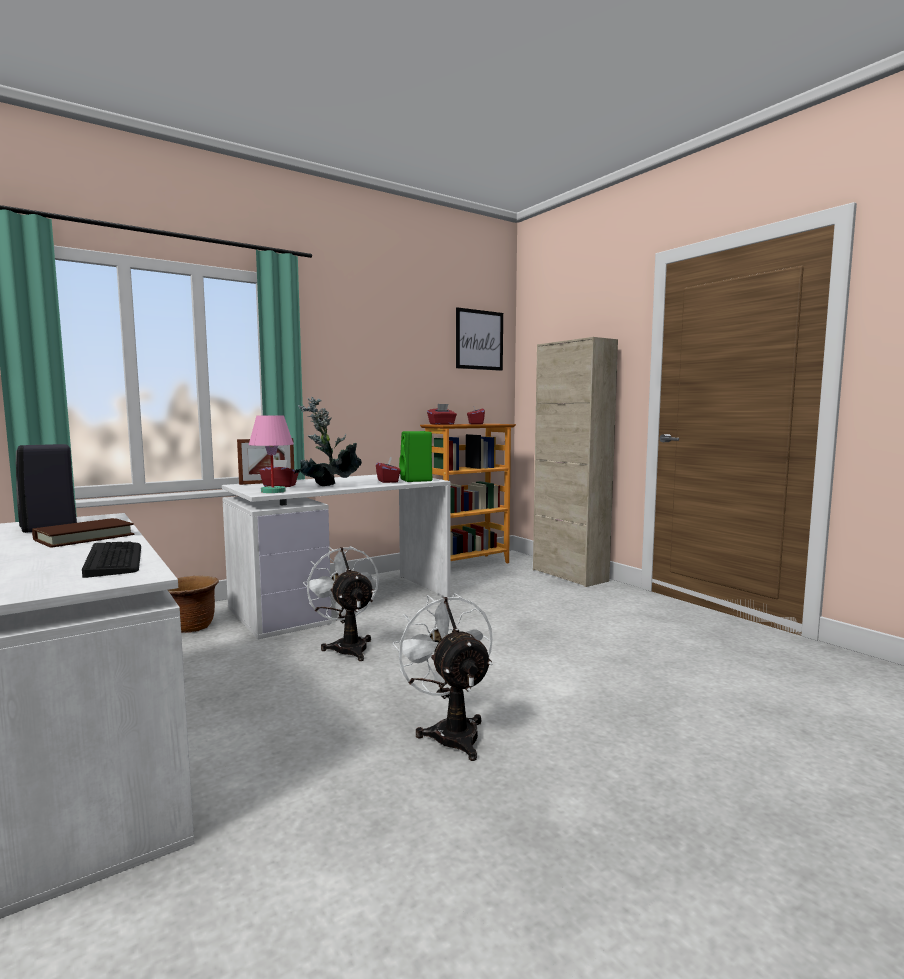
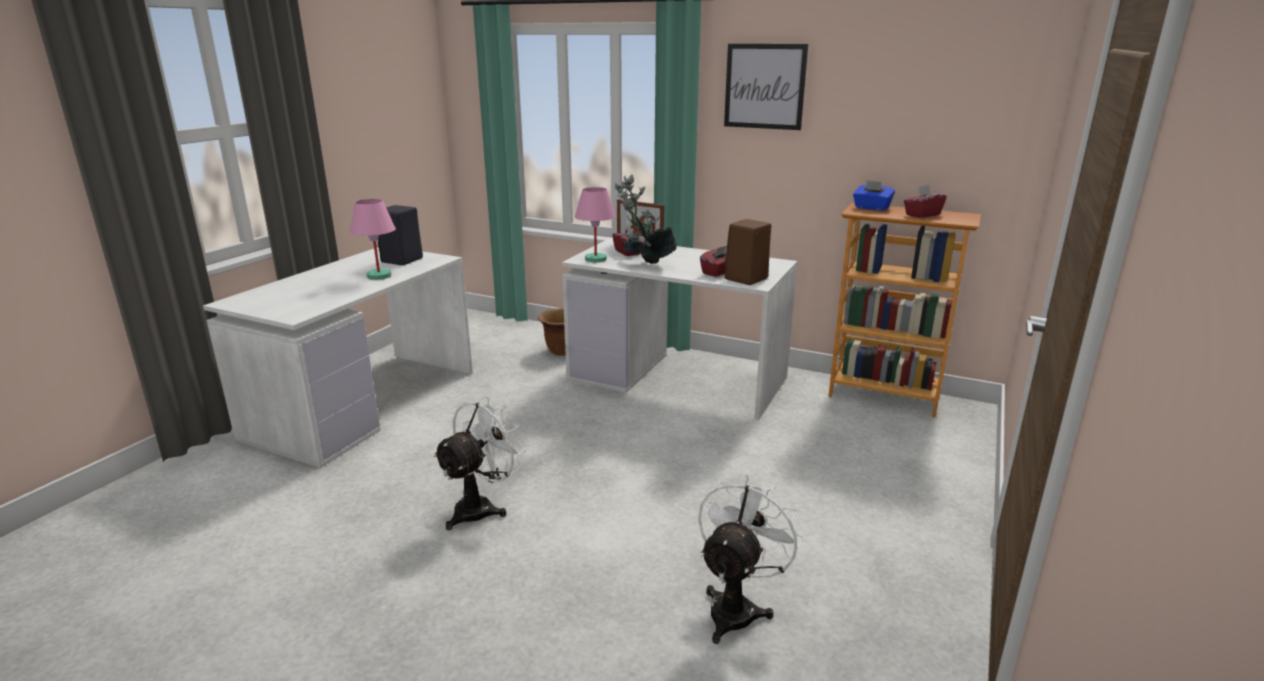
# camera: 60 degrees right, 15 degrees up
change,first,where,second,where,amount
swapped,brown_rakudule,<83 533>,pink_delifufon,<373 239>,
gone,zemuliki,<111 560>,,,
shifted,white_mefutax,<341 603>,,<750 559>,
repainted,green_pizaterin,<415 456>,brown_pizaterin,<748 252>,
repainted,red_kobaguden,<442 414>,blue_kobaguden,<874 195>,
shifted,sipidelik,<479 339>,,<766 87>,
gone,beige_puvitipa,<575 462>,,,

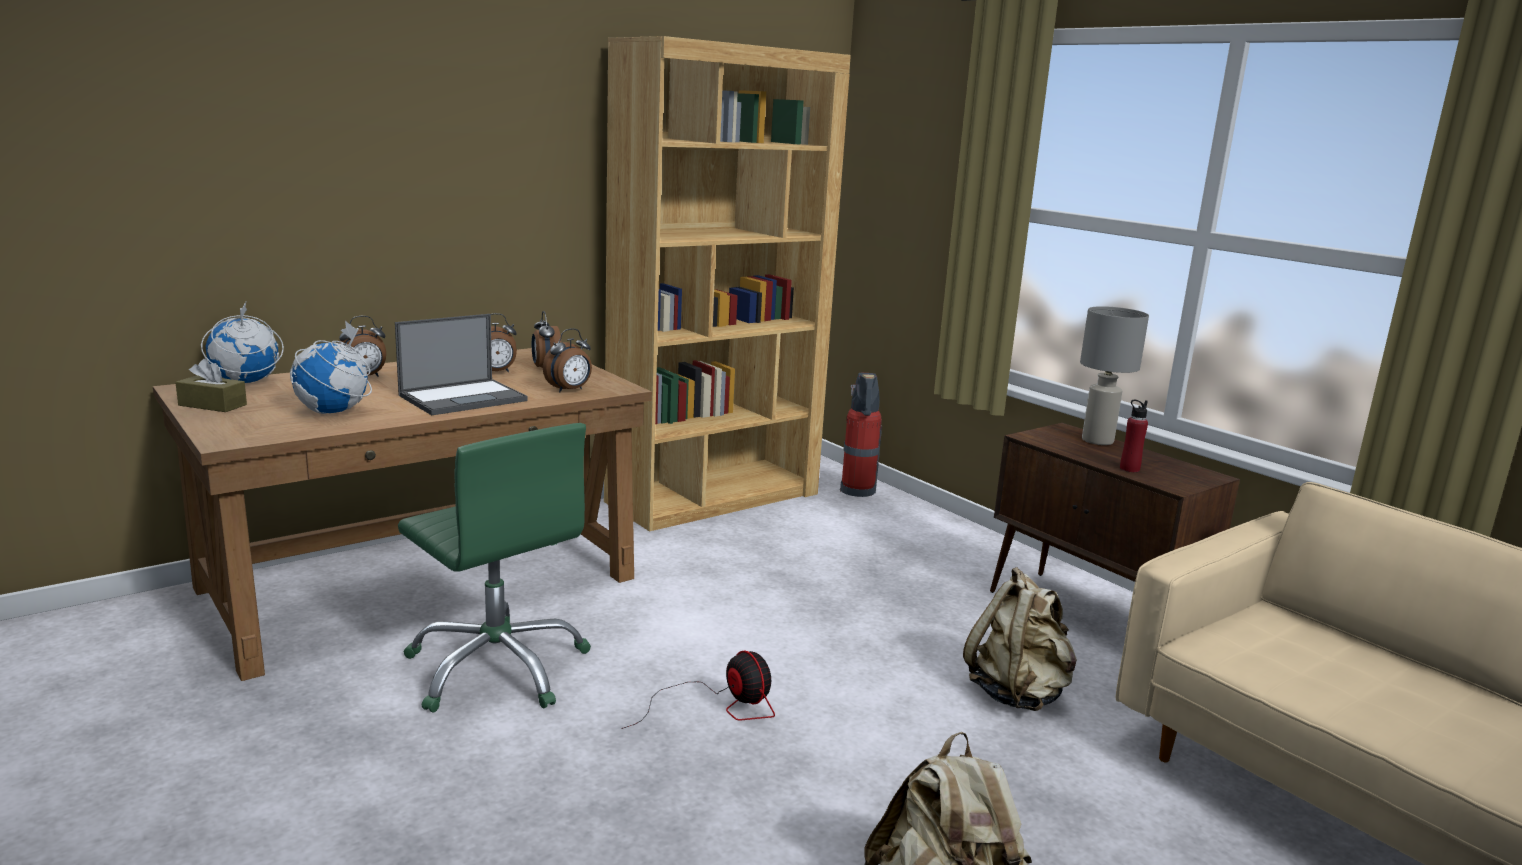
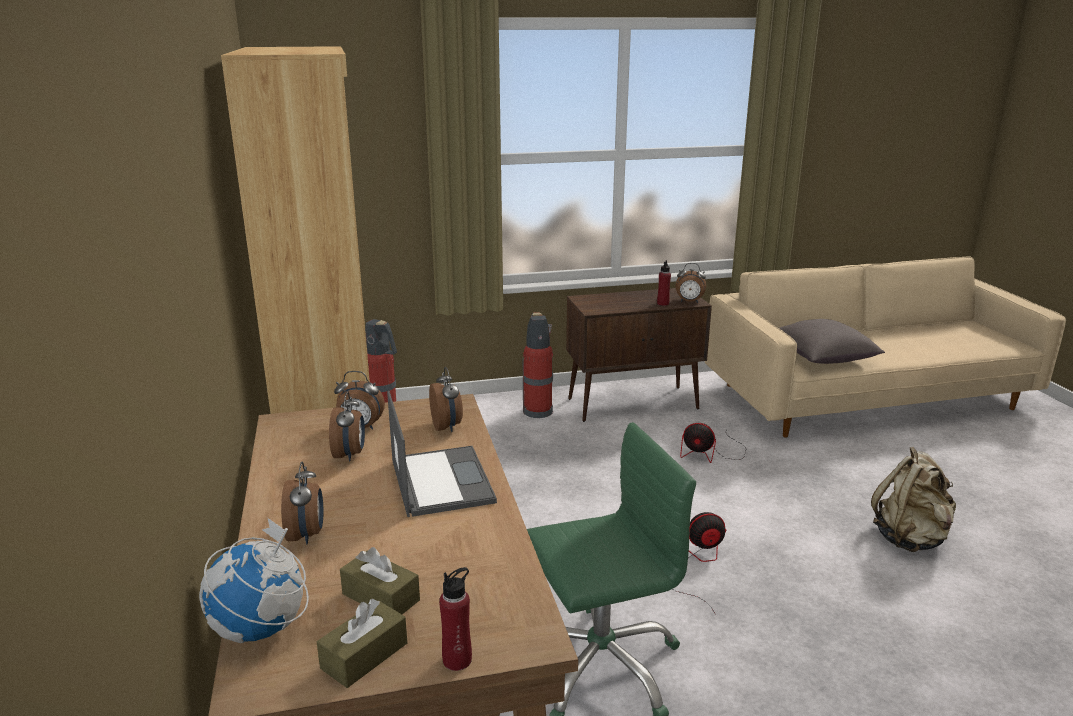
# camera: 65 degrees left, 5 degrees up
change,first,where,second,where,amount
gone,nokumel,<331 367>,,,
swapped,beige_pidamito,<1020 639>,mefutax,<713 443>,
gone,grey_delifufon,<1114 375>,,,
new,,,brown_kobaguden,<380 580>,
new,,,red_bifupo,<455 619>,
new,,,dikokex,<537 365>,
new,,,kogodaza,<691 283>,
new,,,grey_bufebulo,<832 341>,

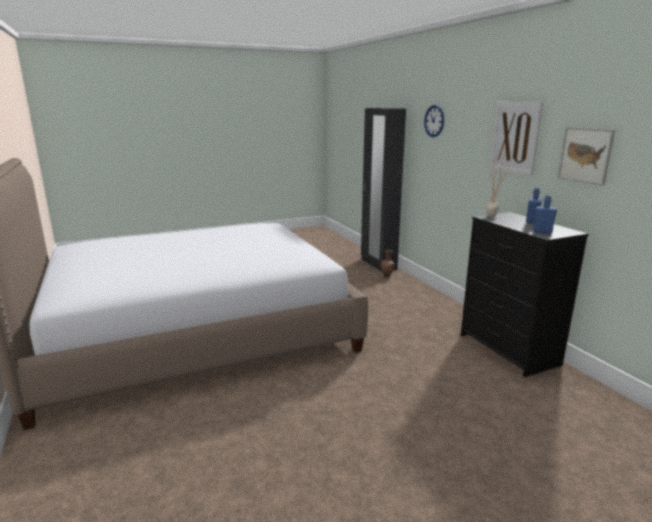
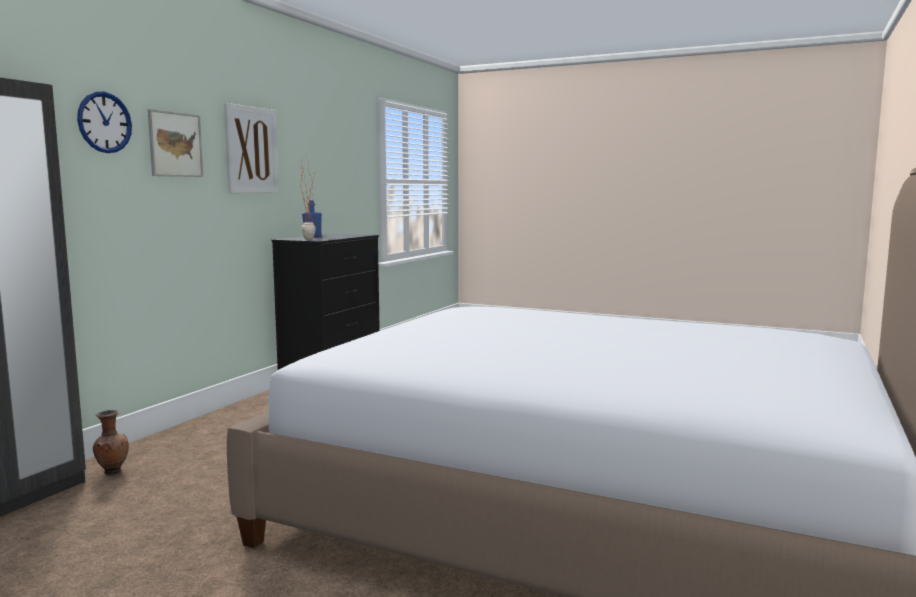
# camera: 130 degrees left, 10 degrees down
change,first,where,second,where,amount
gone,blue_bifupo,<545 214>,,,
shifted,sipidelik,<586 156>,,<175 143>,

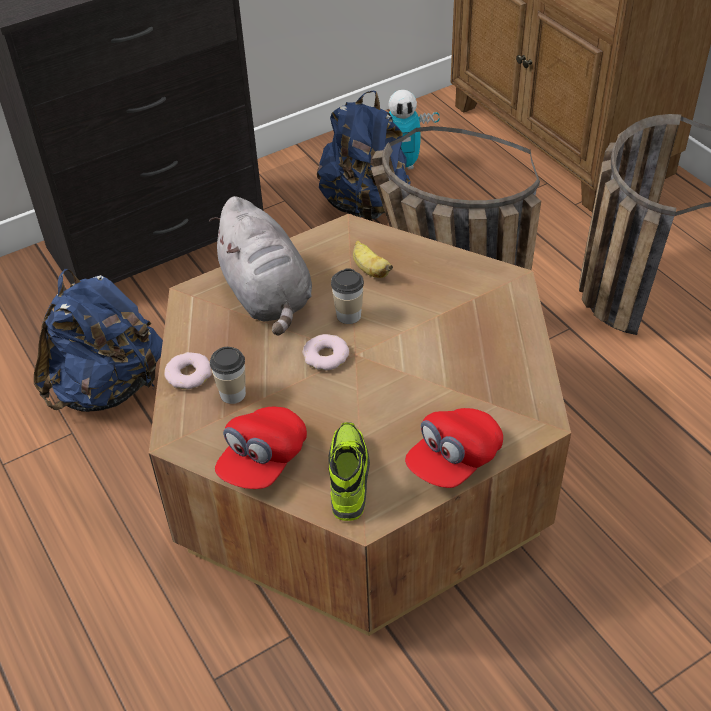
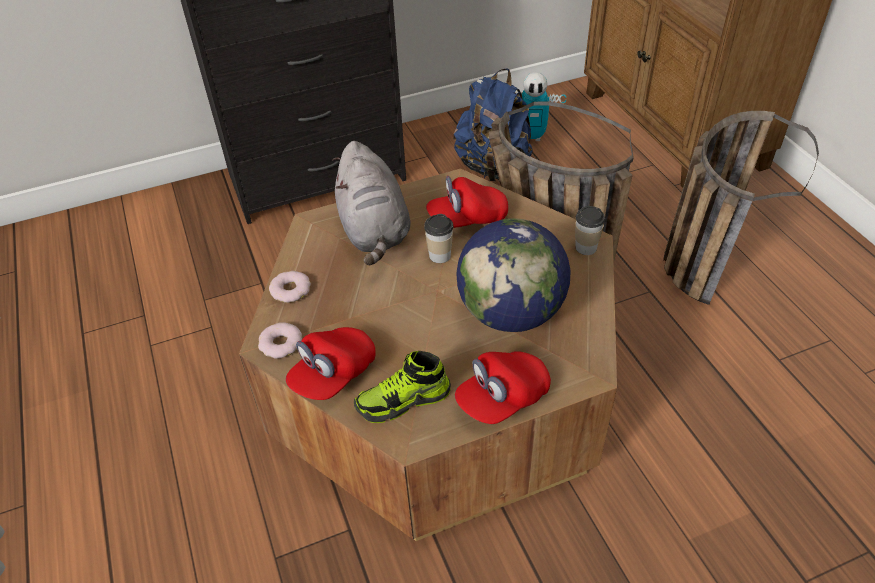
# camera: 10 degrees right, 0 degrees up
change,first,where,second,where,amount
gone,blue_pidamito,<98 340>,,,
shifted,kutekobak,<228 375>,,<590 230>,
shifted,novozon,<326 352>,,<280 341>,
rotated,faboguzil,<349 471>,,<402 387>,120 degrees counterclockwise
swapped,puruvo,<373 259>,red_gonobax,<467 202>,
new,,,nokumel,<513 275>,

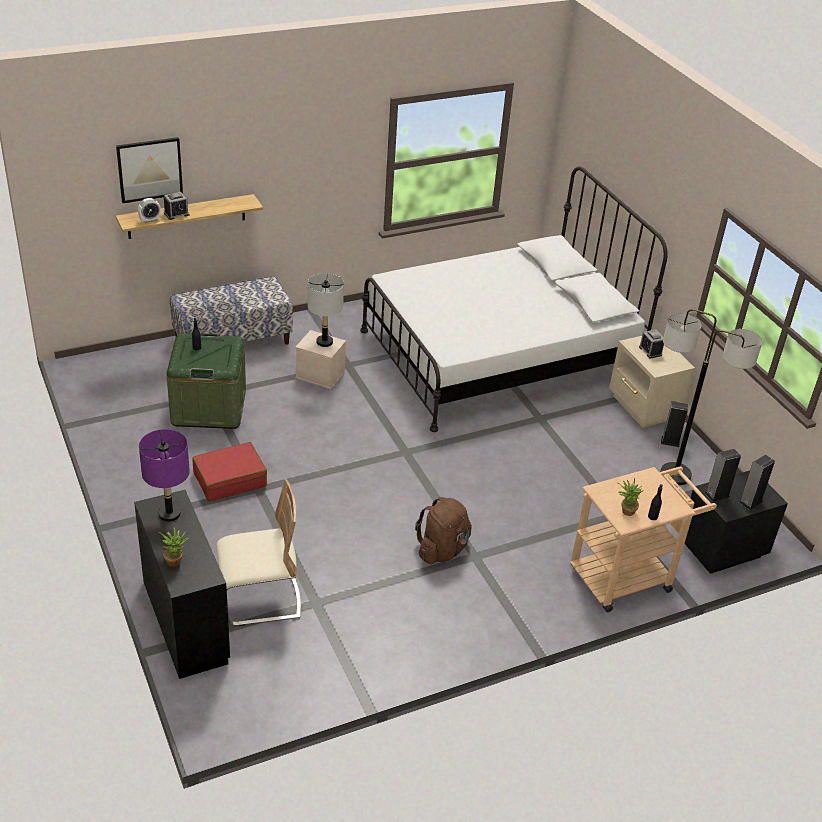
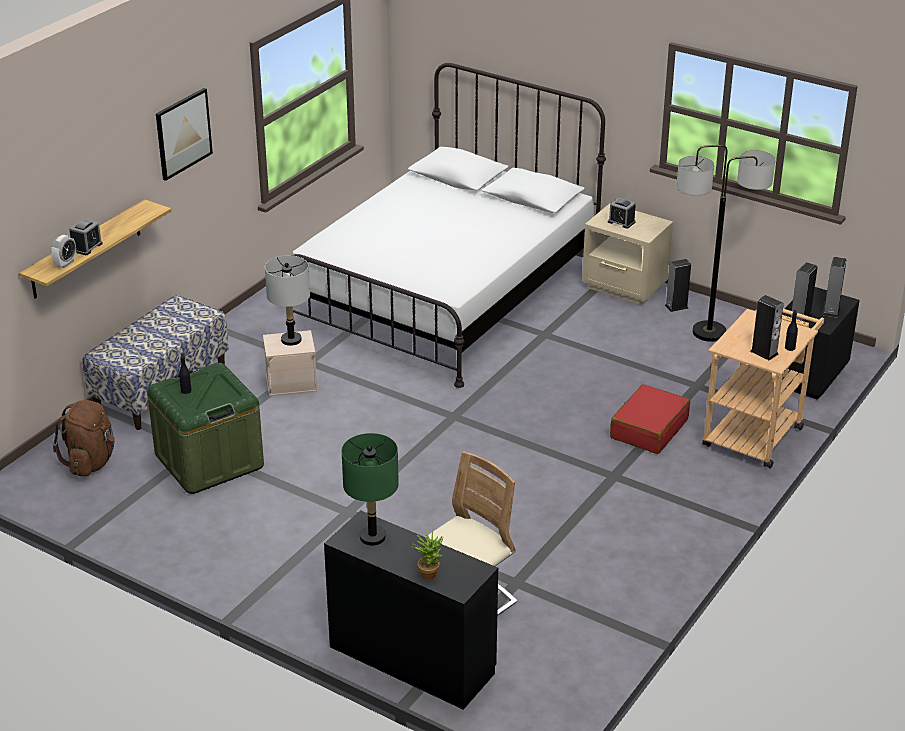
# camera: 30 degrees left, 5 degrees down
change,first,where,second,where,amount
shifted,sipidelik,<149 170>,,<184 134>,
repainted,purple_delifufon,<164 475>,green_delifufon,<370 489>,
shifted,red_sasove,<229 472>,,<650 419>,
shifted,brown_pidamito,<443 530>,,<84 438>,
swapped,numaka,<631 496>,pizaterin,<767 328>,

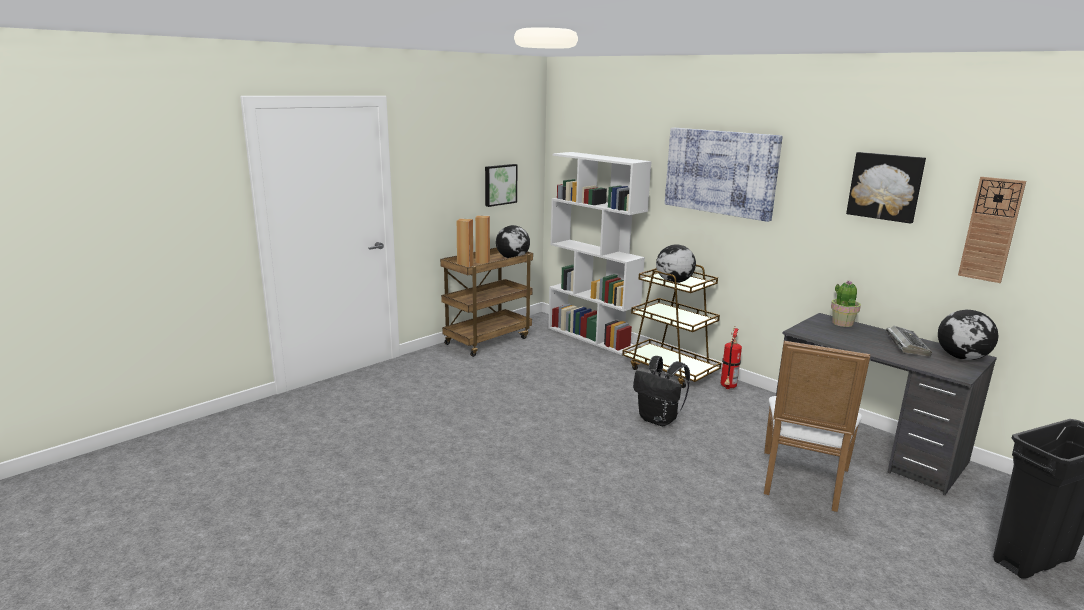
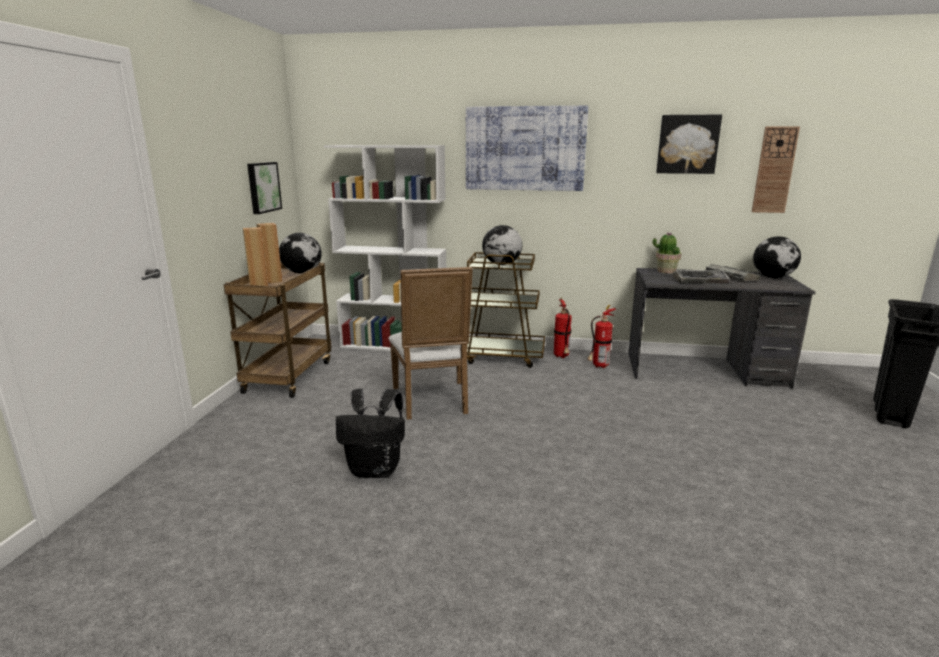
# camera: 35 degrees left, 0 degrees up
change,first,where,second,where,amount
shifted,black_pidamito,<661 391>,,<370 433>,
shifted,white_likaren,<817 426>,,<430 343>,
new,,,dikokex,<601 336>,
new,,,zemuliki,<701 277>,

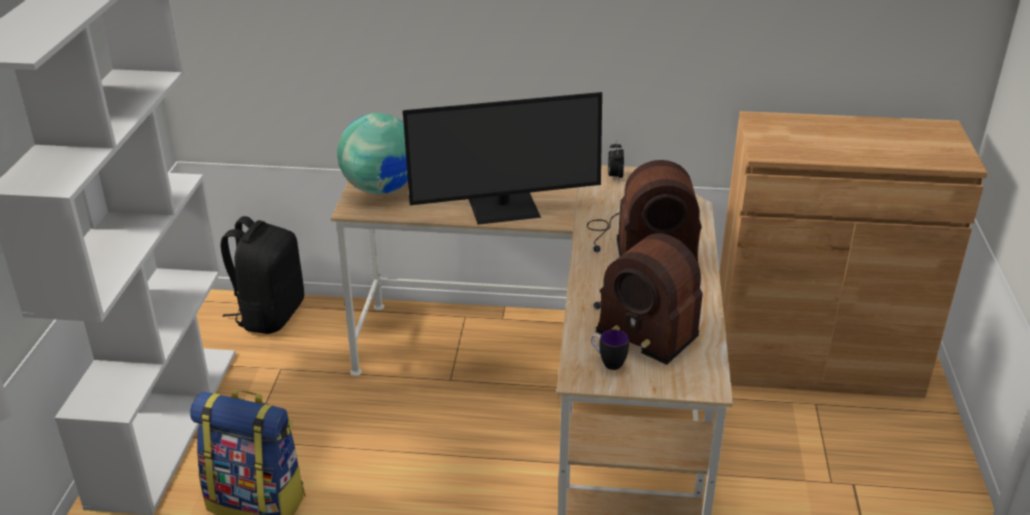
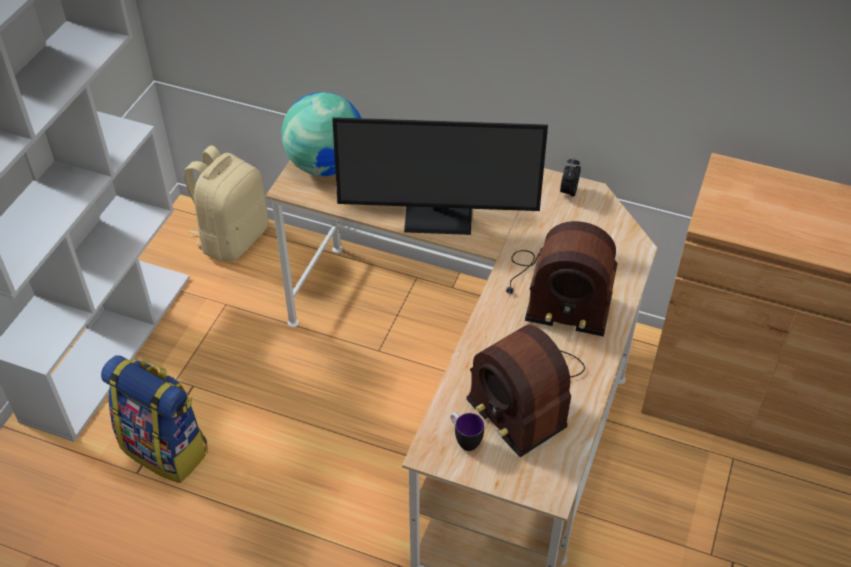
# camera: 15 degrees right, 15 degrees up
change,first,where,second,where,amount
repainted,black_pidamito,<262 275>,beige_pidamito,<226 203>,

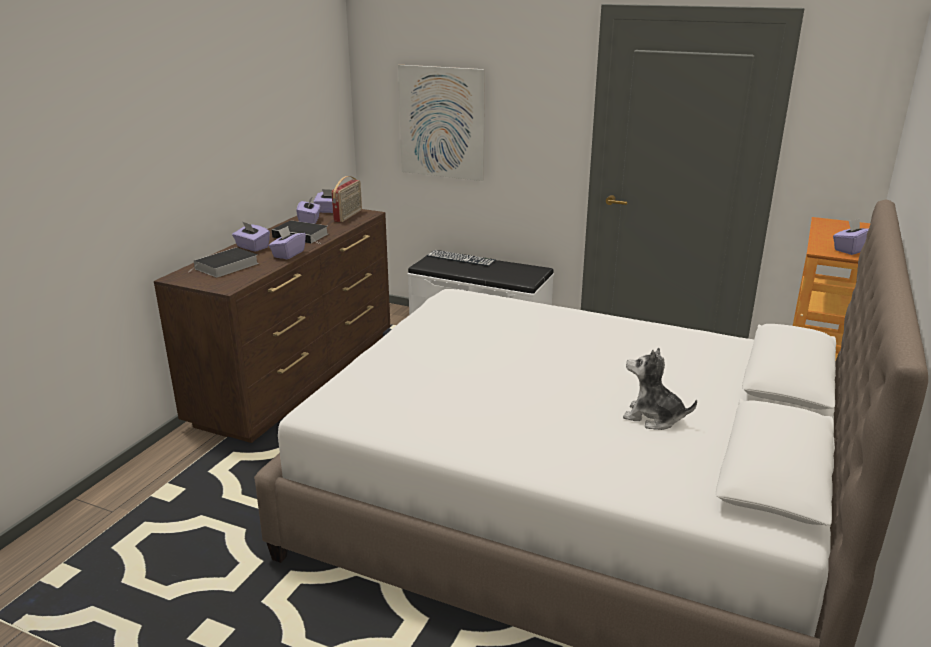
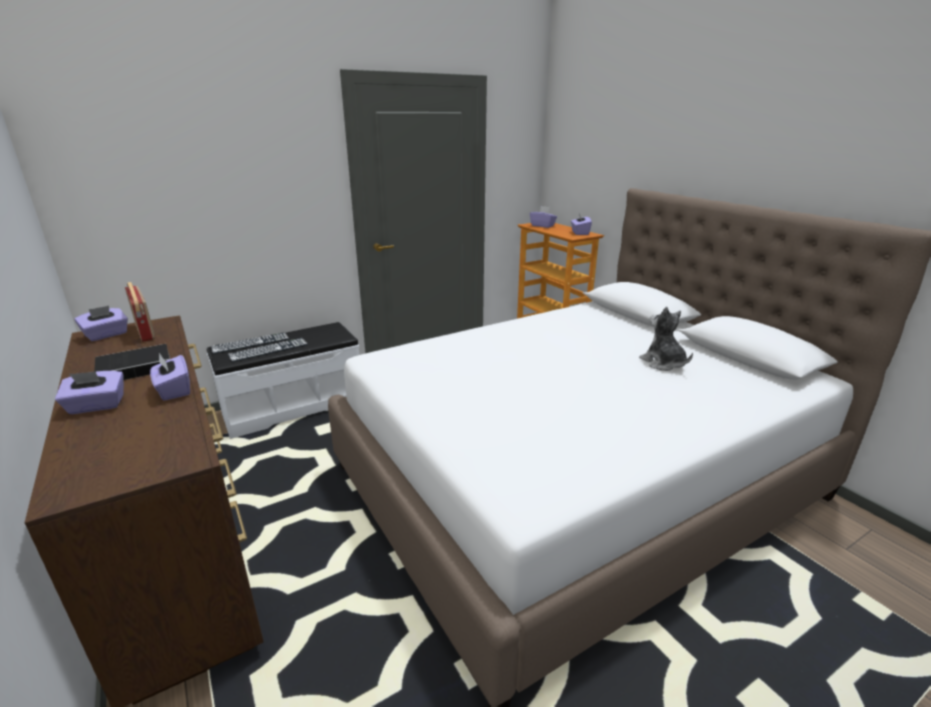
# camera: 55 degrees left, 0 degrees up
change,first,where,second,where,amount
gone,rakudule,<223 262>,,,
shifted,purple_kobaguden,<308 210>,,<543 217>,
gone,sipidelik,<441 123>,,,
rotated,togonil,<660 389>,,<666 339>,90 degrees clockwise
new,,,zemuliki,<267 350>,

